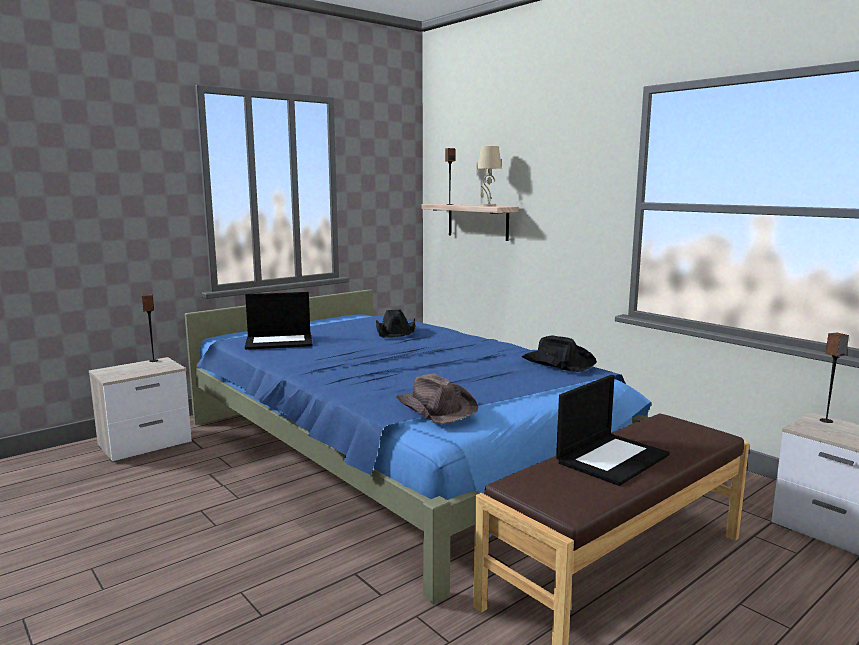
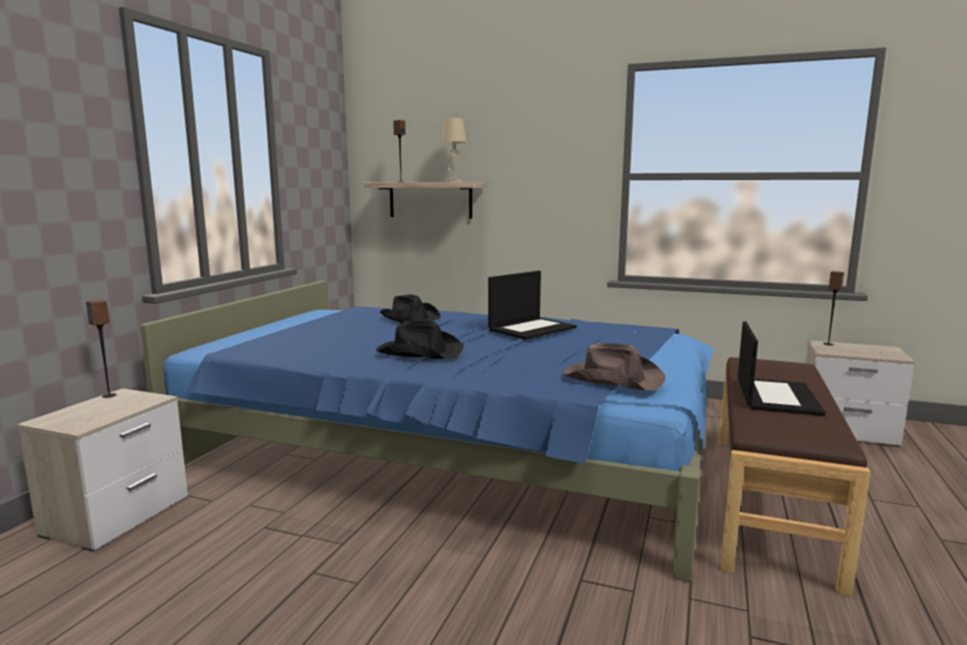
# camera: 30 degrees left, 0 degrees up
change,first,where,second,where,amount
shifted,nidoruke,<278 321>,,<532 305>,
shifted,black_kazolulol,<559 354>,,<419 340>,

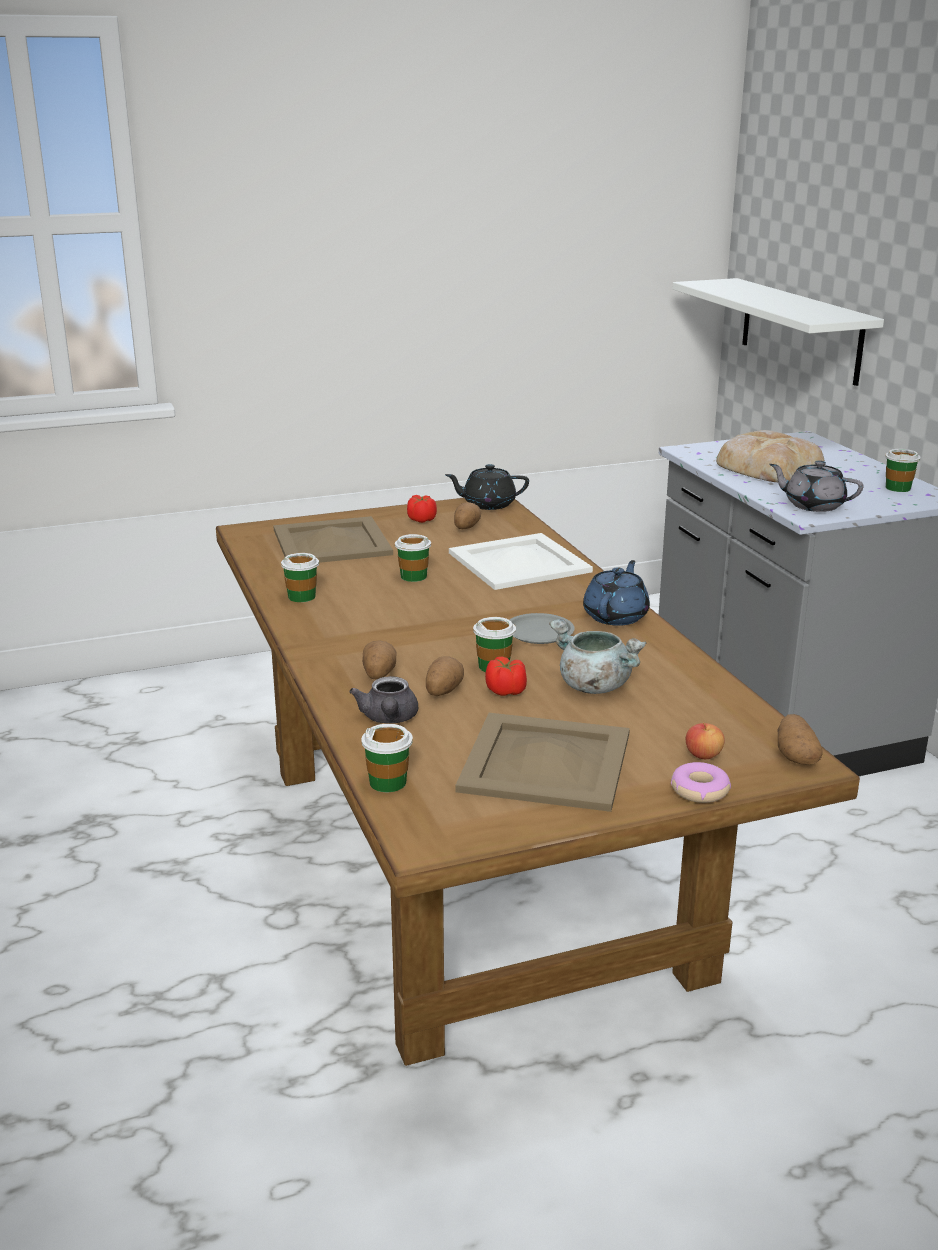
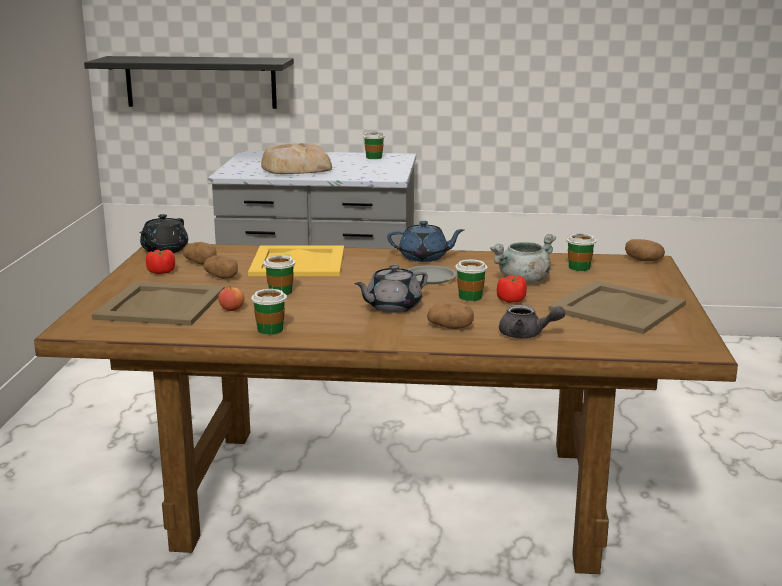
# camera: 65 degrees left, 5 degrees down
change,first,where,second,where,amount
shifted,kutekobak,<387 758>,,<581 252>,
shifted,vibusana,<445 676>,,<220 267>,
repainted,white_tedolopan,<521 561>,yellow_tedolopan,<296 261>,
rotated,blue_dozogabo,<616 593>,,<425 241>,135 degrees clockwise
gone,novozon,<701 782>,,,
repainted,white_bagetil,<778 332>,black_bagetil,<189 82>,
shifted,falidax,<705 741>,,<231 298>,
shifted,grey_dozogabo,<816 486>,,<391 289>,

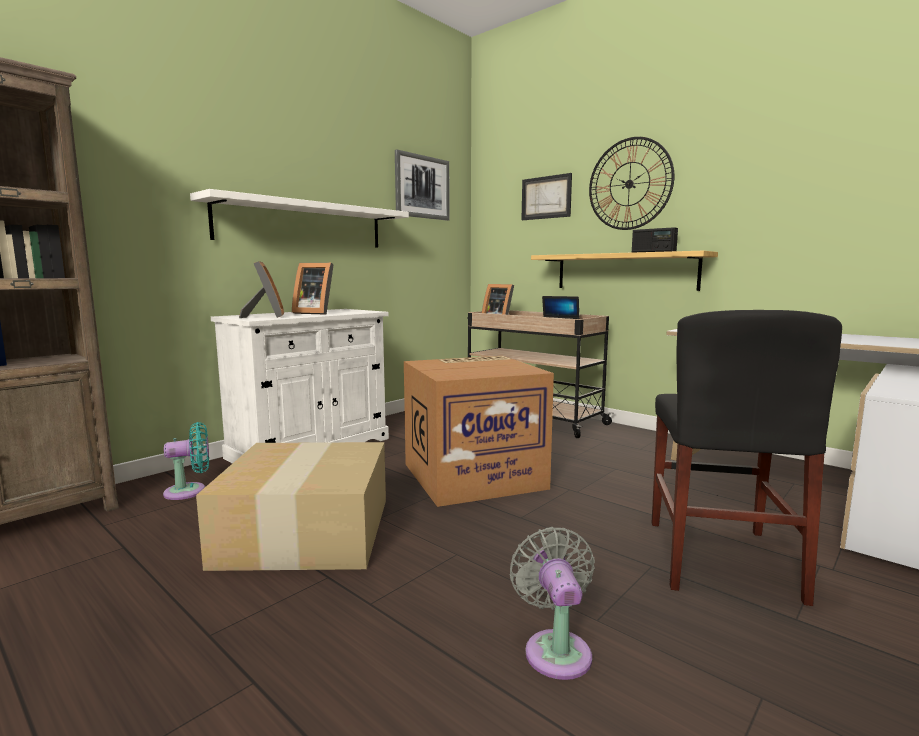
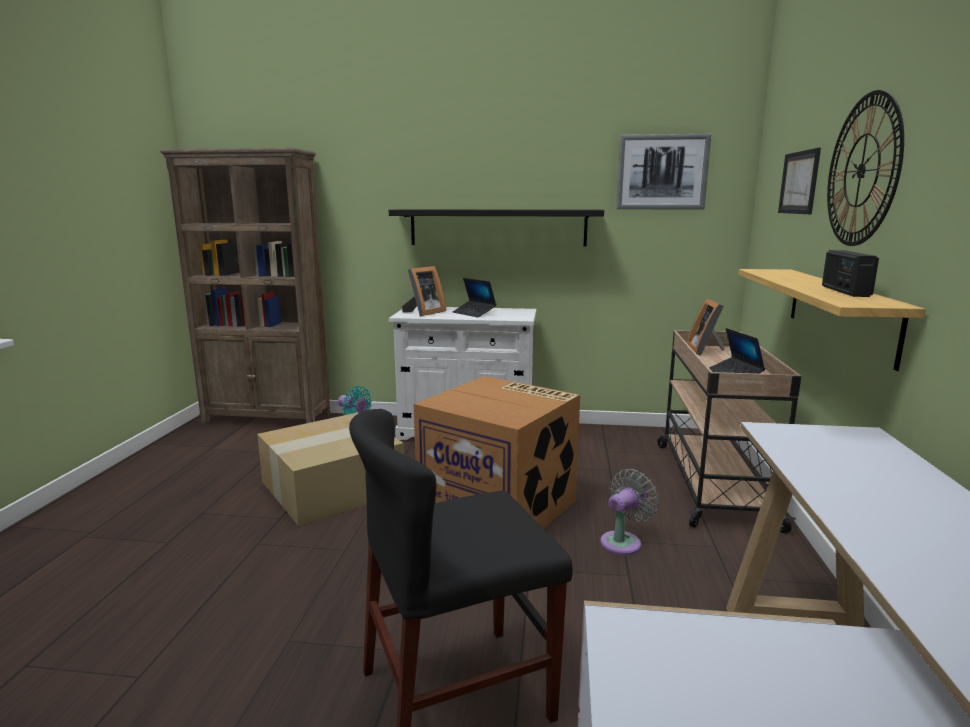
# camera: 55 degrees right, 5 degrees up
change,first,where,second,where,amount
repainted,white_bagetil,<299 218>,black_bagetil,<496 228>,
swapped,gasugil,<313 289>,nidoruke,<475 297>,
shifted,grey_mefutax,<552 603>,,<629 512>,

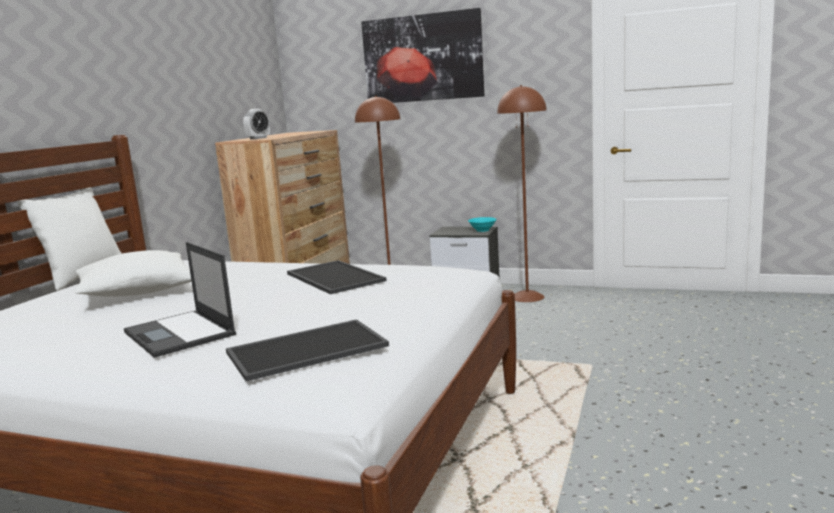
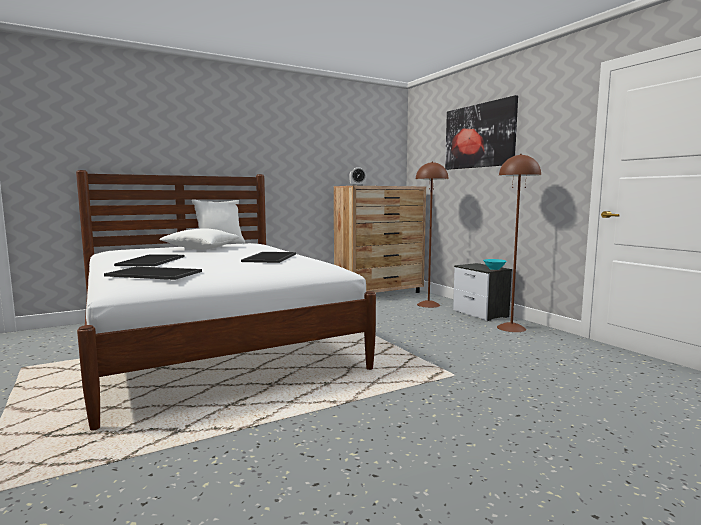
# camera: 40 degrees right, 5 degrees down
change,first,where,second,where,amount
swapped,nidoruke,<180 300>,tedolopan,<149 260>,

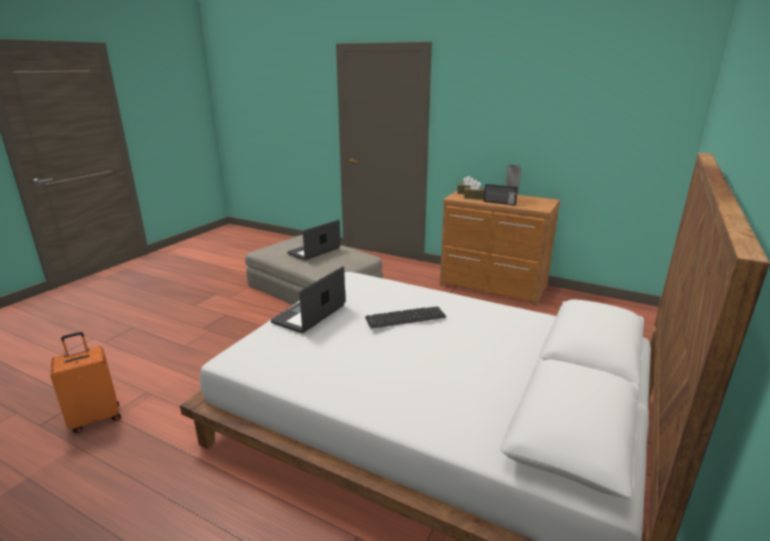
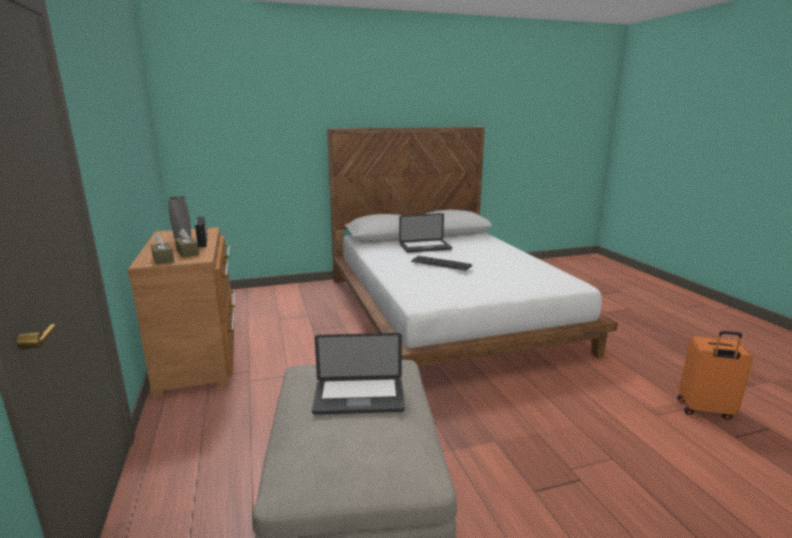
# camera: 135 degrees left, 5 degrees down
change,first,where,second,where,amount
shifted,nidoruke,<308 299>,,<425 233>,

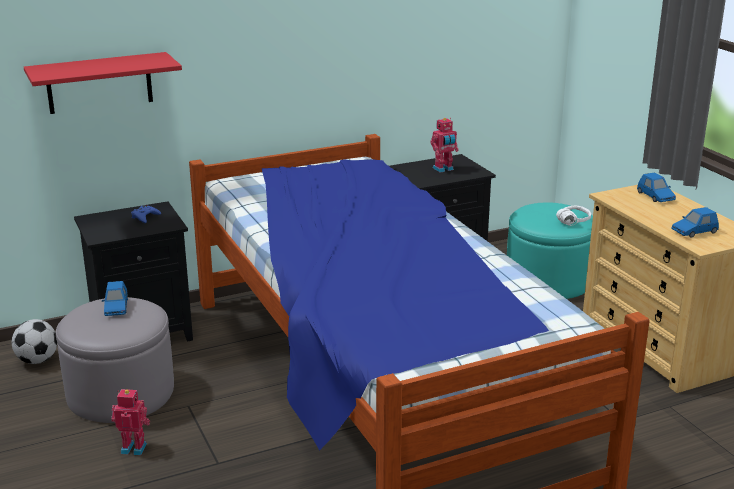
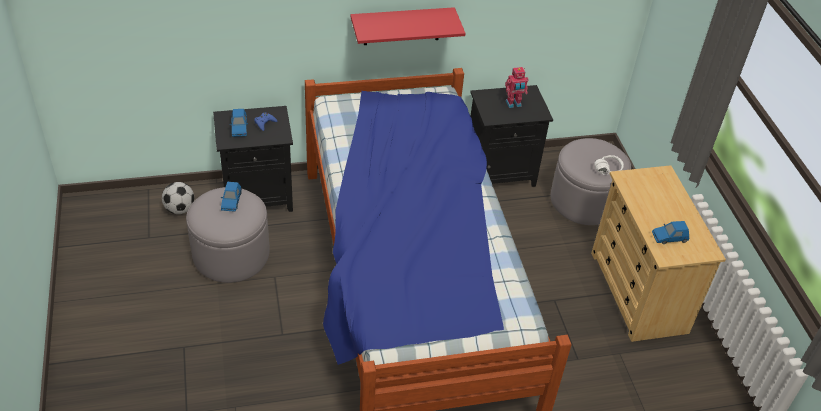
# camera: 10 degrees right, 20 degrees up
change,first,where,second,where,amount
shifted,red_bagetil,<103 83>,,<408 26>,
gone,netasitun,<130 422>,,,
repainted,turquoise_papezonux,<550 251>,grey_papezonux,<591 181>,
shifted,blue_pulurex,<656 187>,,<239 123>,

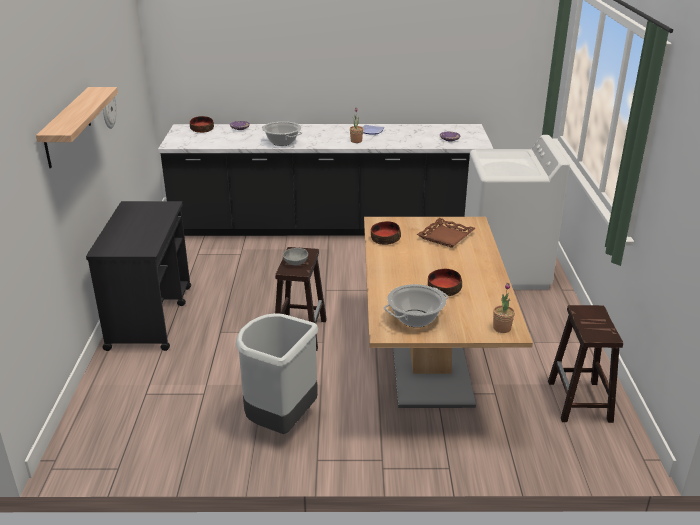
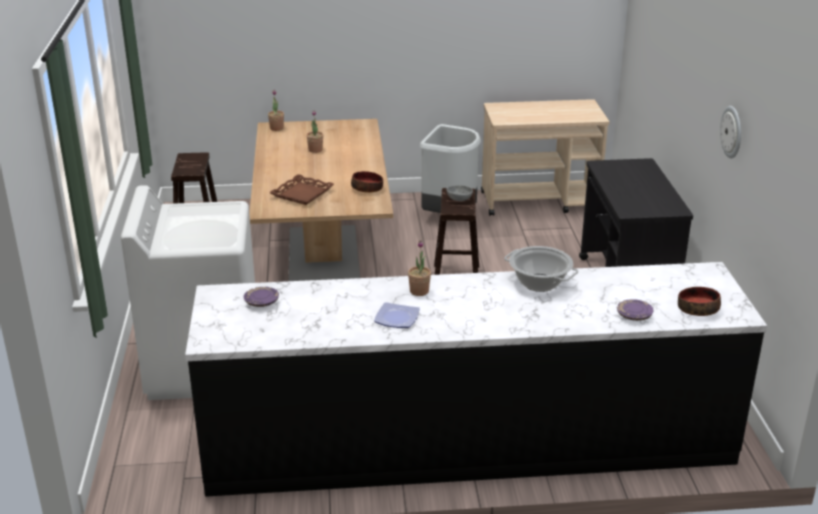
# camera: 175 degrees right, 0 degrees up
change,first,where,second,where,amount
gone,bagetil,<77 127>,,,
gone,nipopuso,<416 305>,,,
swapped,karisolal,<445 283>,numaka,<314 131>,
new,,,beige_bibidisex,<545 157>,

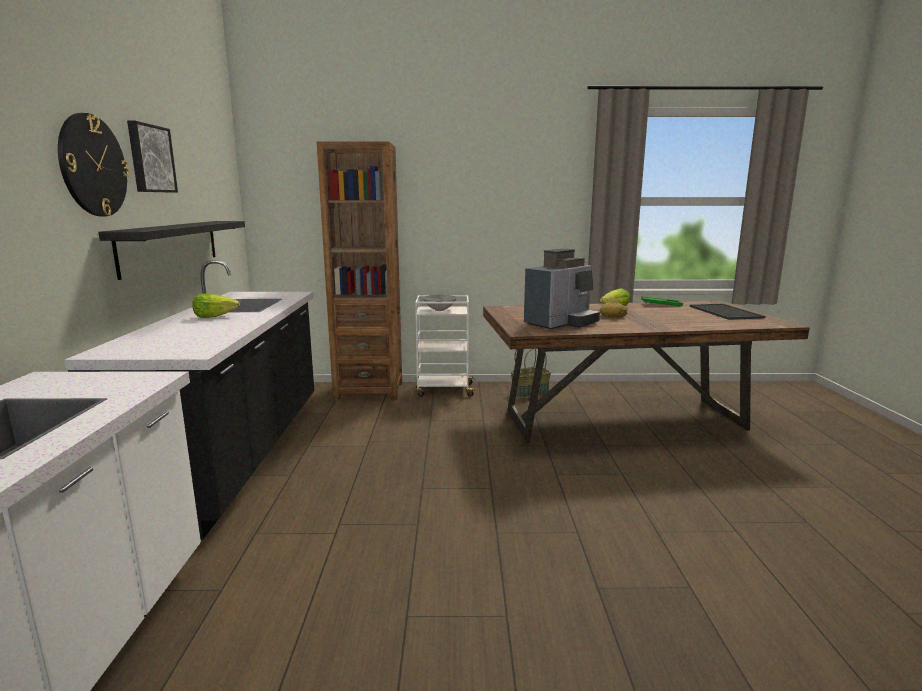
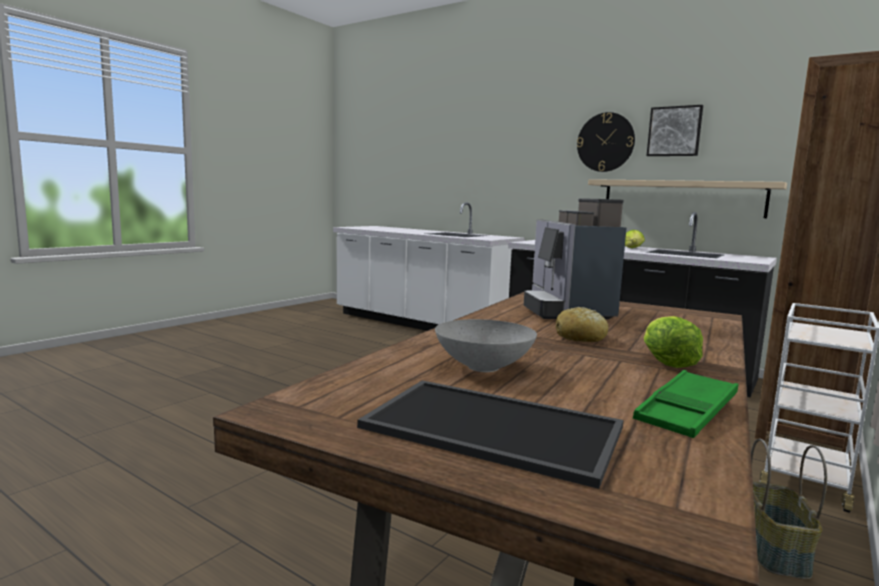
# camera: 125 degrees right, 5 degrees down
change,first,where,second,where,amount
repainted,black_bagetil,<171 250>,beige_bagetil,<687 198>,
shifted,grey_karisolal,<440 303>,,<486 345>,

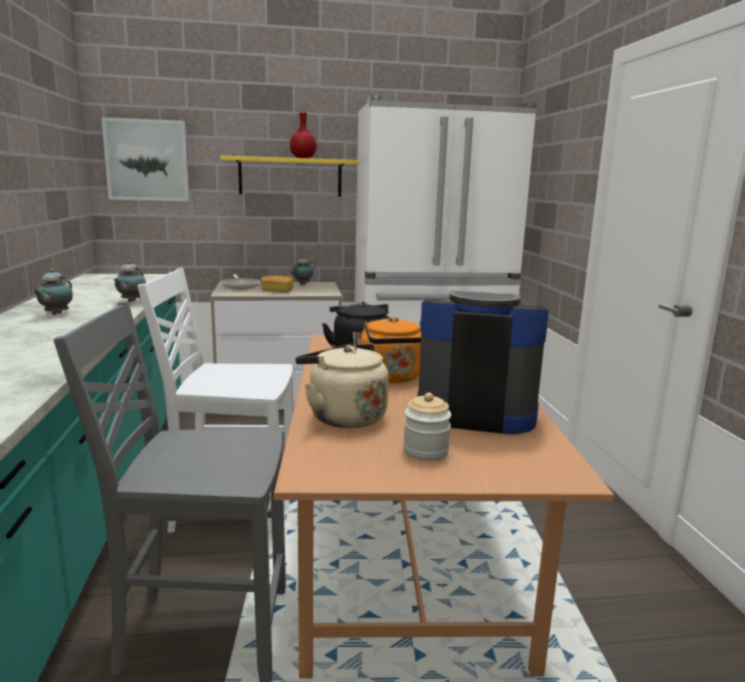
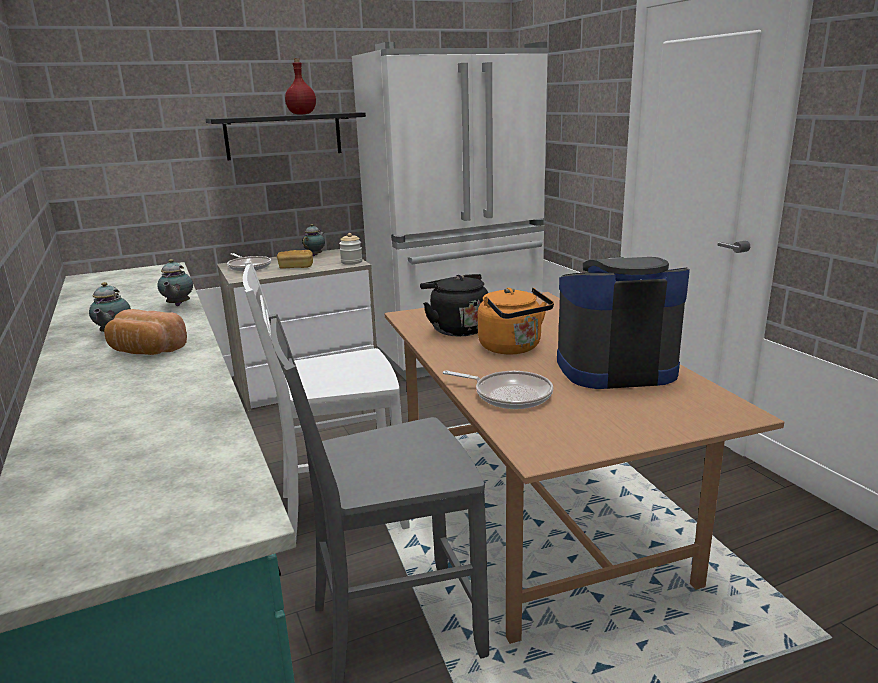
# camera: 15 degrees left, 5 degrees up
change,first,where,second,where,amount
gone,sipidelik,<145 159>,,,
repainted,yellow_bagetil,<289 176>,black_bagetil,<285 136>,
swapped,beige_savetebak,<342 386>,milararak,<498 390>,
shifted,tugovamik,<427 427>,,<351 249>,
new,,,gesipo,<145 332>,

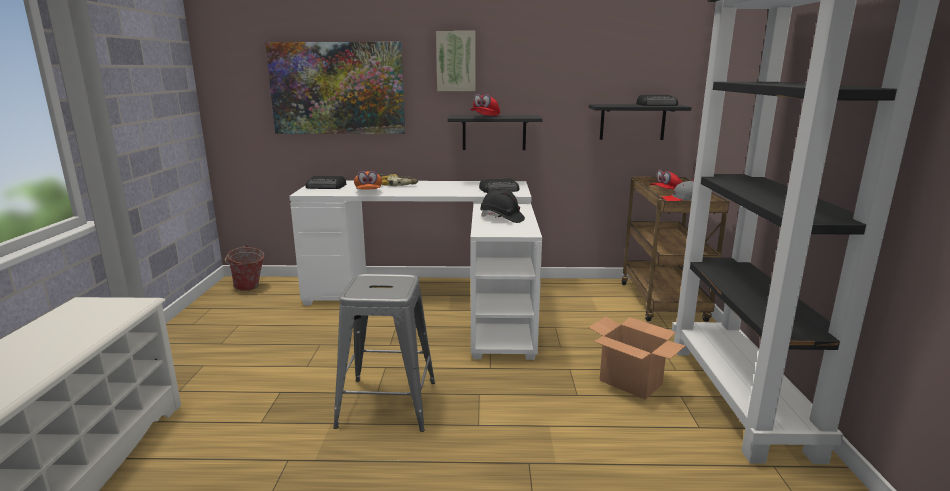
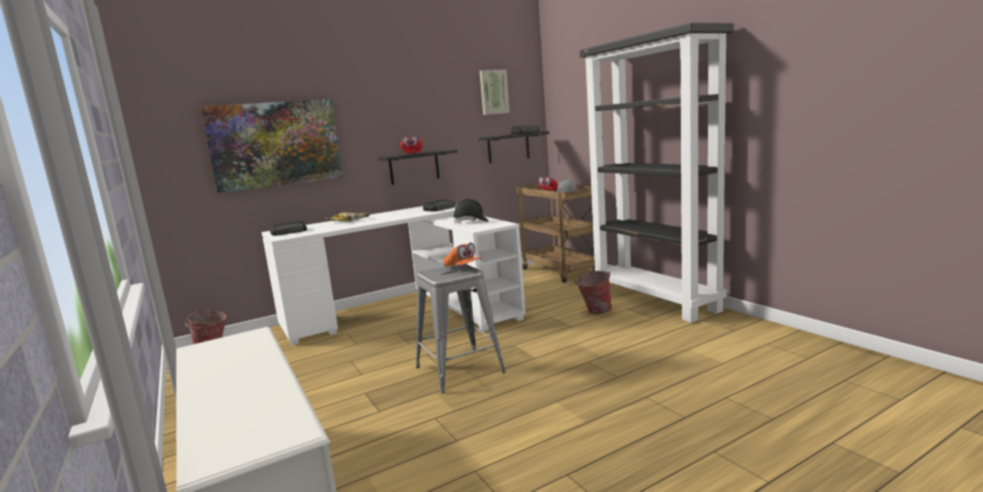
# camera: 30 degrees left, 5 degrees down
change,first,where,second,where,amount
shifted,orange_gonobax,<368 180>,,<462 254>,
shifted,sipidelik,<455 61>,,<495 92>,
swapped,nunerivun,<637 358>,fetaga,<593 292>,

